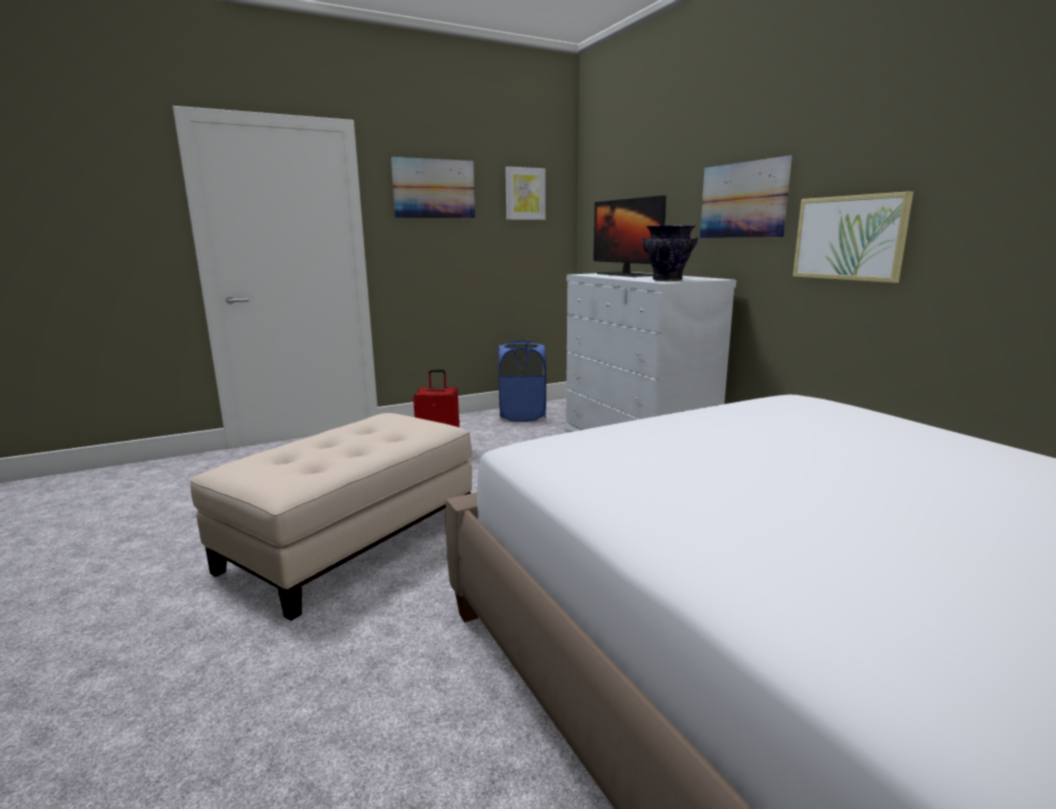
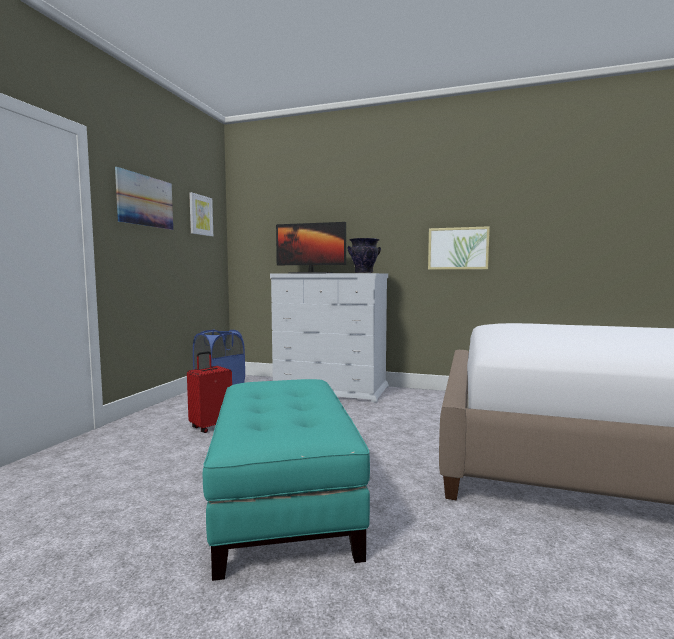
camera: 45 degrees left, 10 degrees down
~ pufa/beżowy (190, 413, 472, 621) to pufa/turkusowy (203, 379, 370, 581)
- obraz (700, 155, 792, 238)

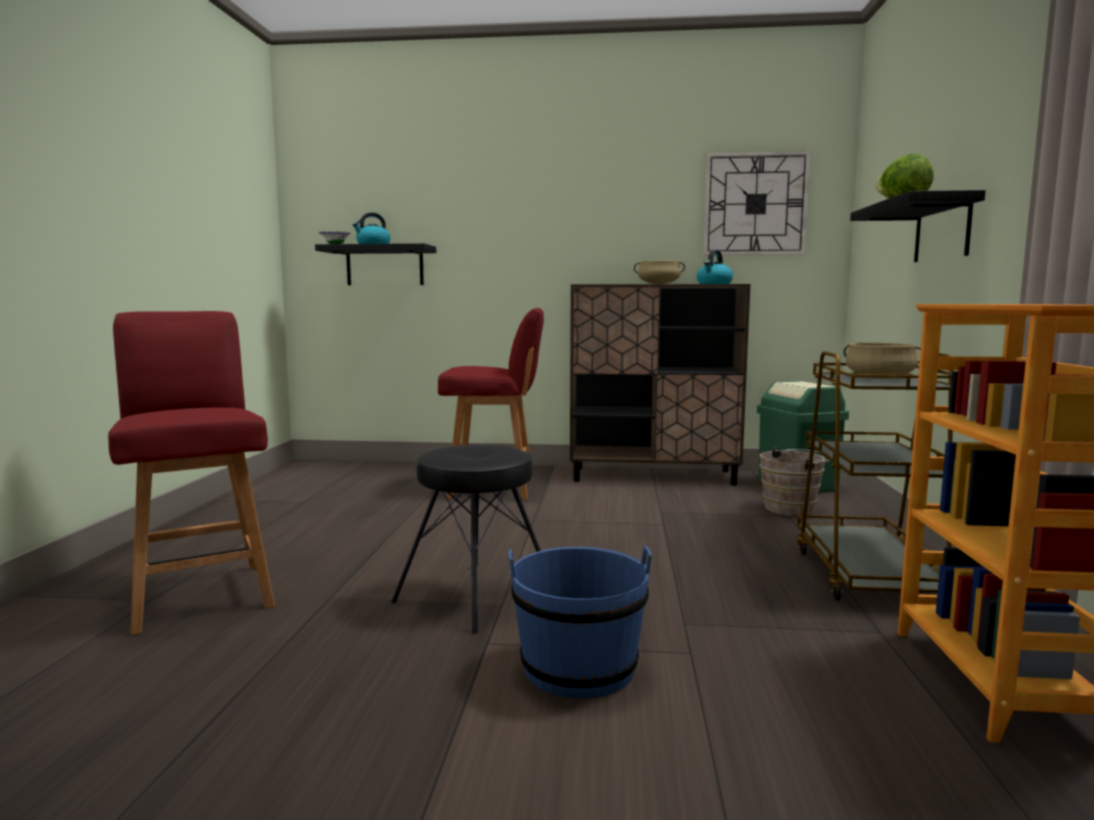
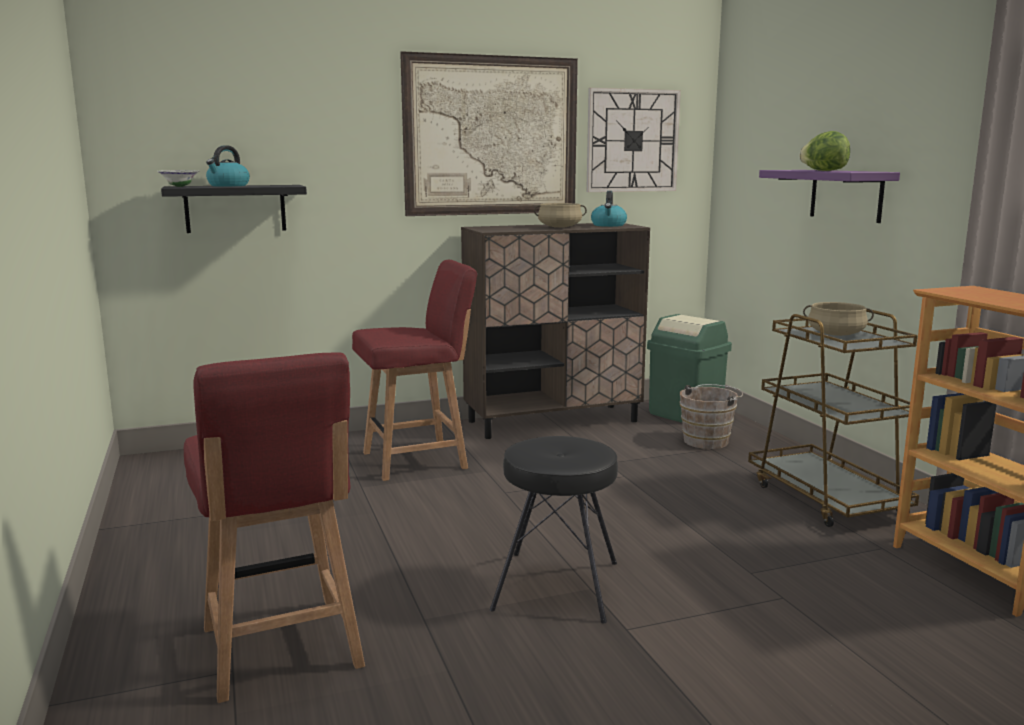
camera: 25 degrees left, 5 degrees up
~ krzesło/czerwony (108, 311, 275, 635) = (184, 353, 365, 703) 150 degrees counterclockwise
+ obraz (400, 51, 578, 216)
~ półka/czarny (850, 190, 986, 262) to półka/fioletowy (759, 170, 900, 223)
- wiadro/niebieski (509, 546, 652, 698)

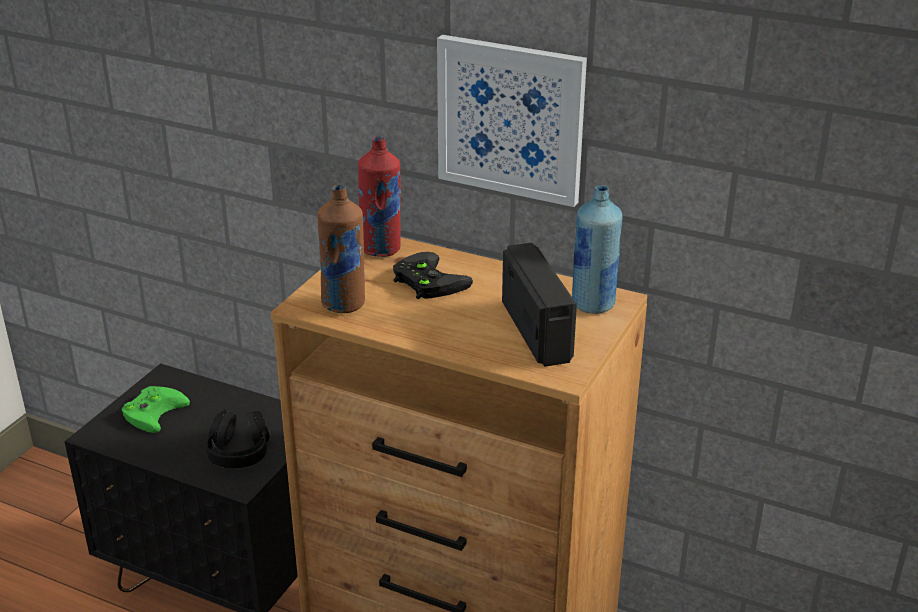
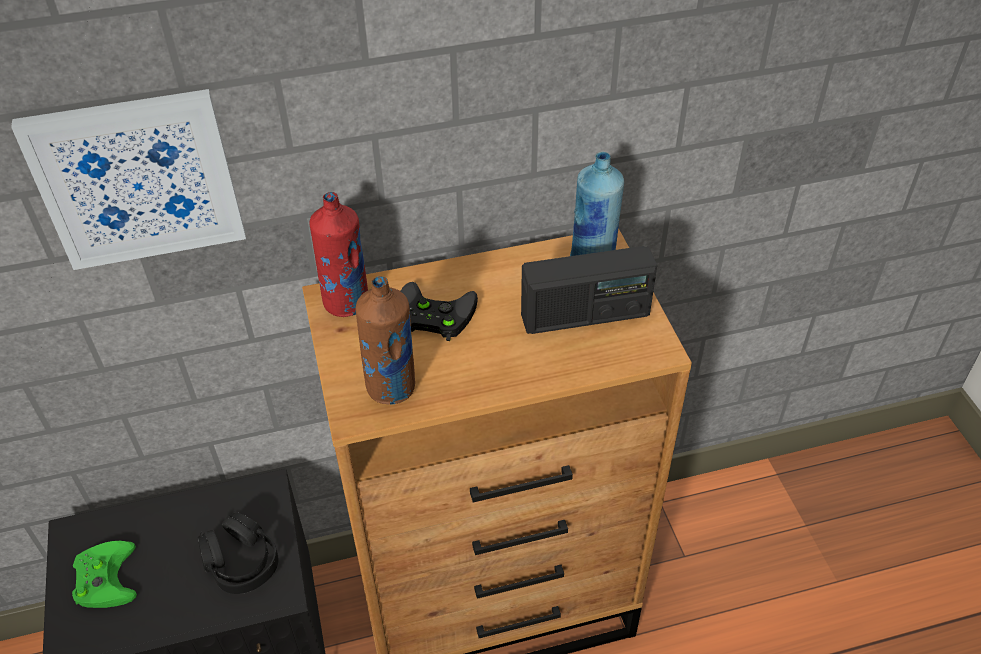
camera: 40 degrees left, 15 degrees up
~ obraz (437, 35, 587, 207) to (11, 89, 246, 270)
~ radio (502, 243, 577, 367) = (521, 246, 657, 334) 135 degrees clockwise

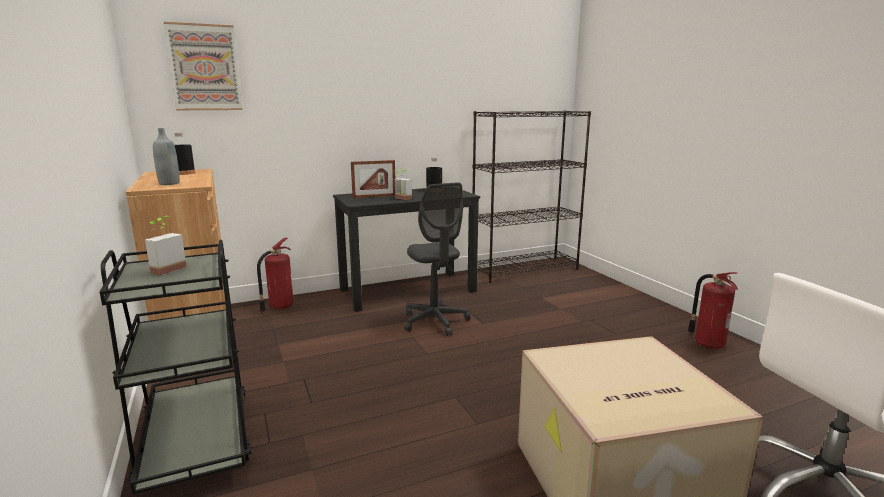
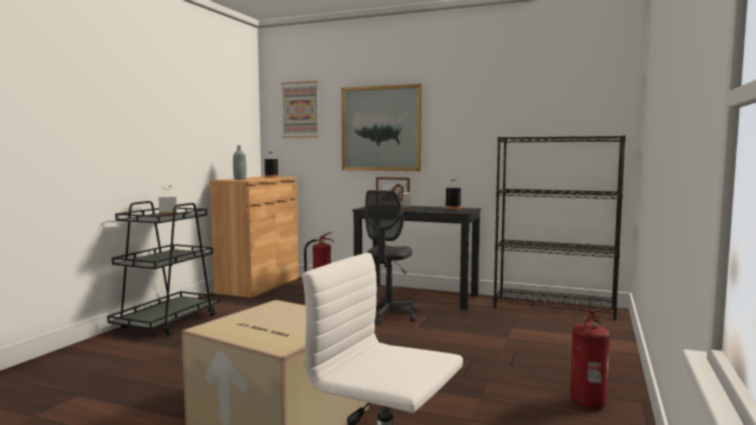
camera: 45 degrees right, 10 degrees down
+ obraz (341, 84, 422, 171)

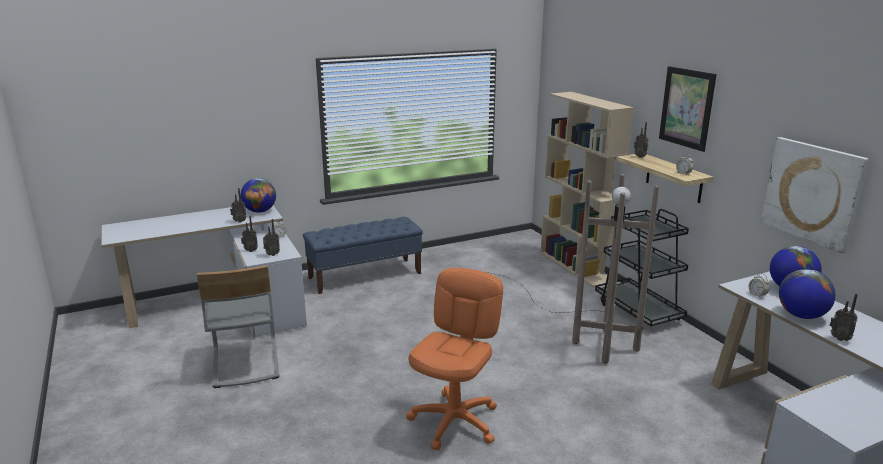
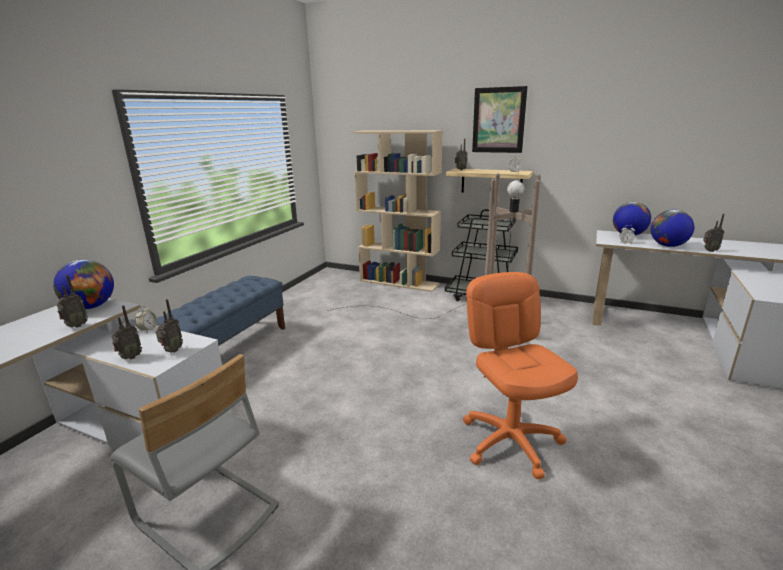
camera: 40 degrees left, 0 degrees up
- obraz (761, 137, 868, 253)

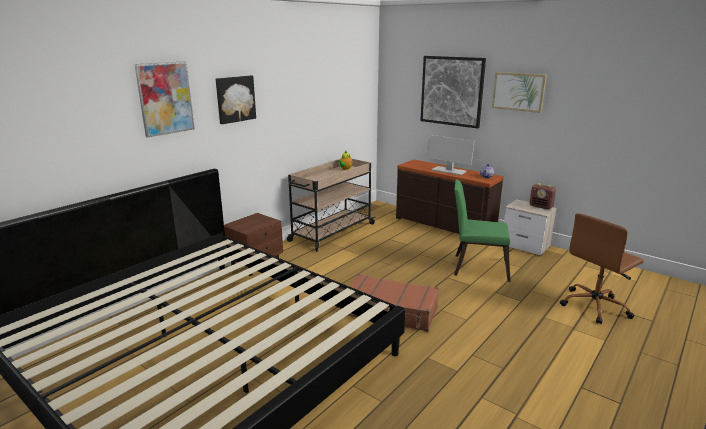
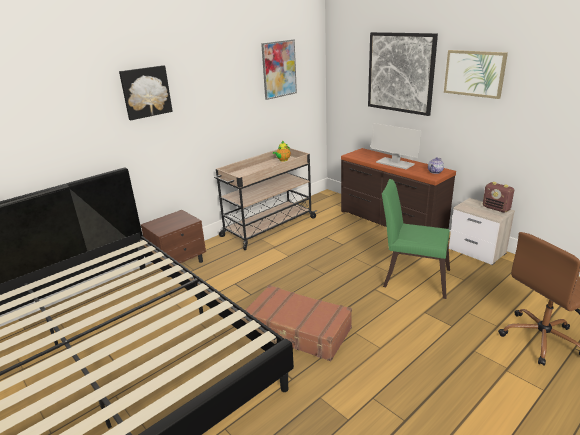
camera: 10 degrees right, 5 degrees up
~ obraz (134, 61, 195, 138) to (261, 39, 297, 100)

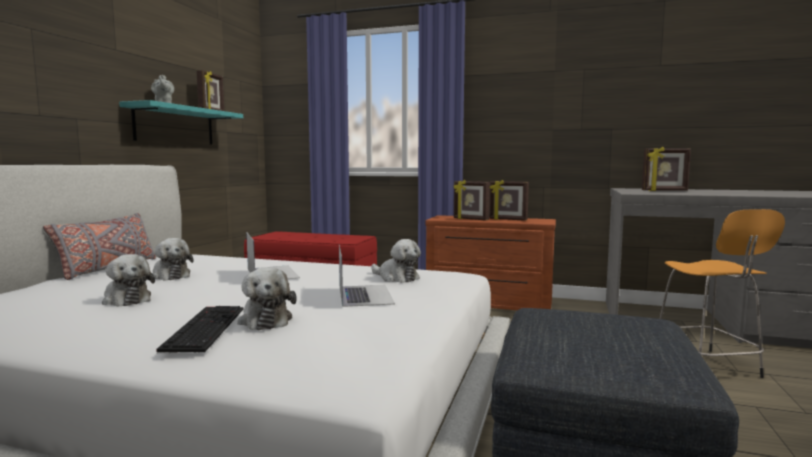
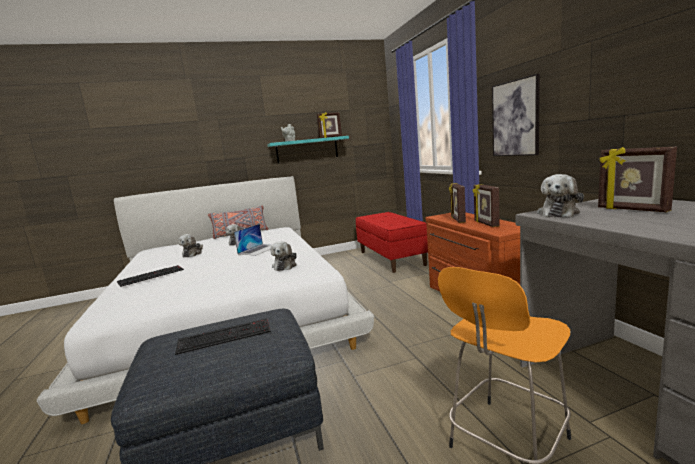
camera: 55 degrees right, 5 degrees up
+ klawiatura (175, 318, 271, 355)
+ obraz (492, 74, 540, 156)
~ pluszak (237, 267, 297, 330) to (537, 174, 584, 217)
- laptop (339, 245, 395, 307)

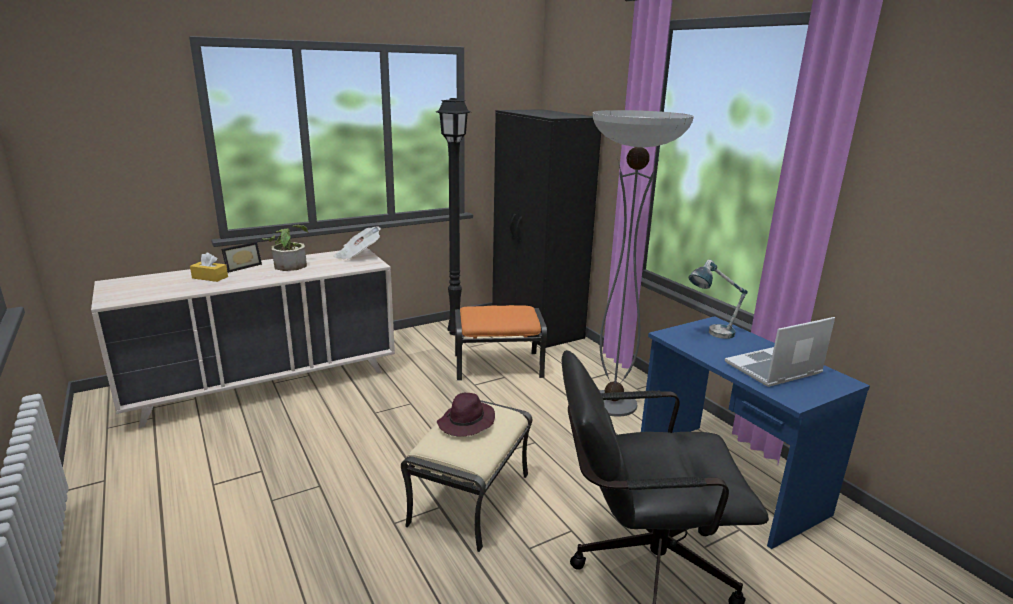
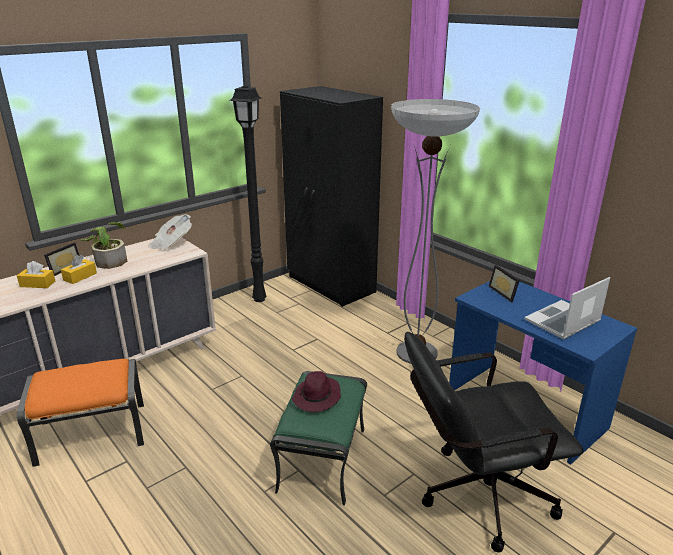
camera: 10 degrees left, 5 degrees up
~ pufa/pomarańczowy (455, 305, 547, 381) to (17, 359, 144, 467)
+ pudełko chusteczek/żółty (61, 255, 97, 284)
~ pufa/beżowy (401, 400, 532, 552) to pufa/zielony (270, 371, 367, 506)
~ lampa stołowa (689, 260, 748, 339) to ramka na zdjęcie (489, 265, 520, 303)

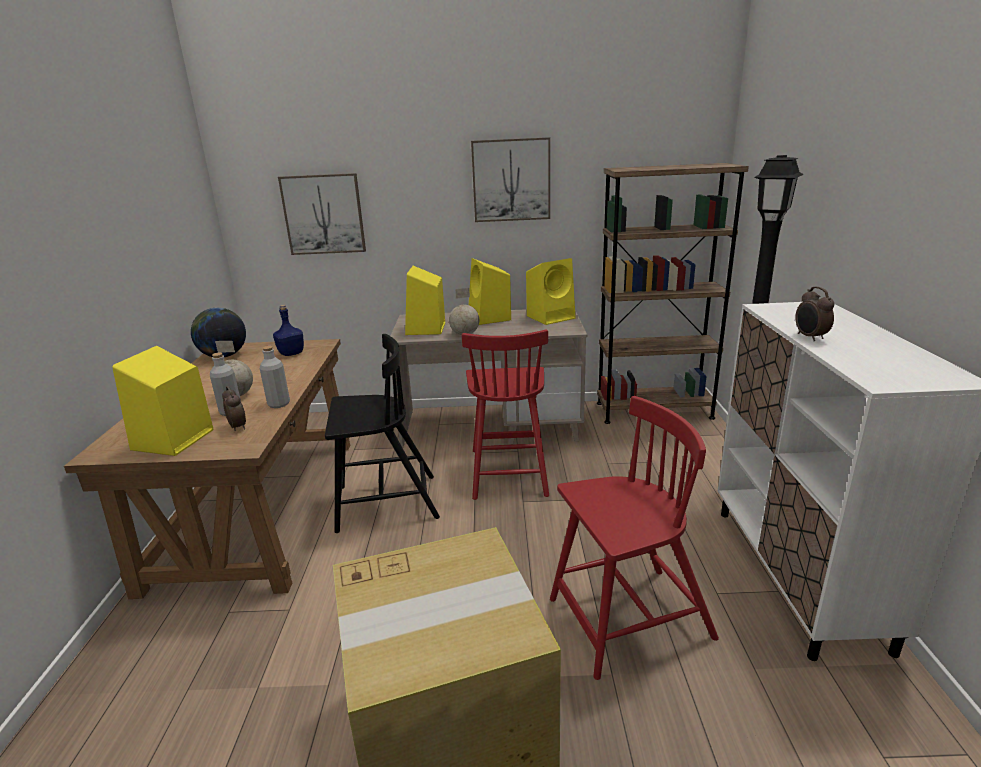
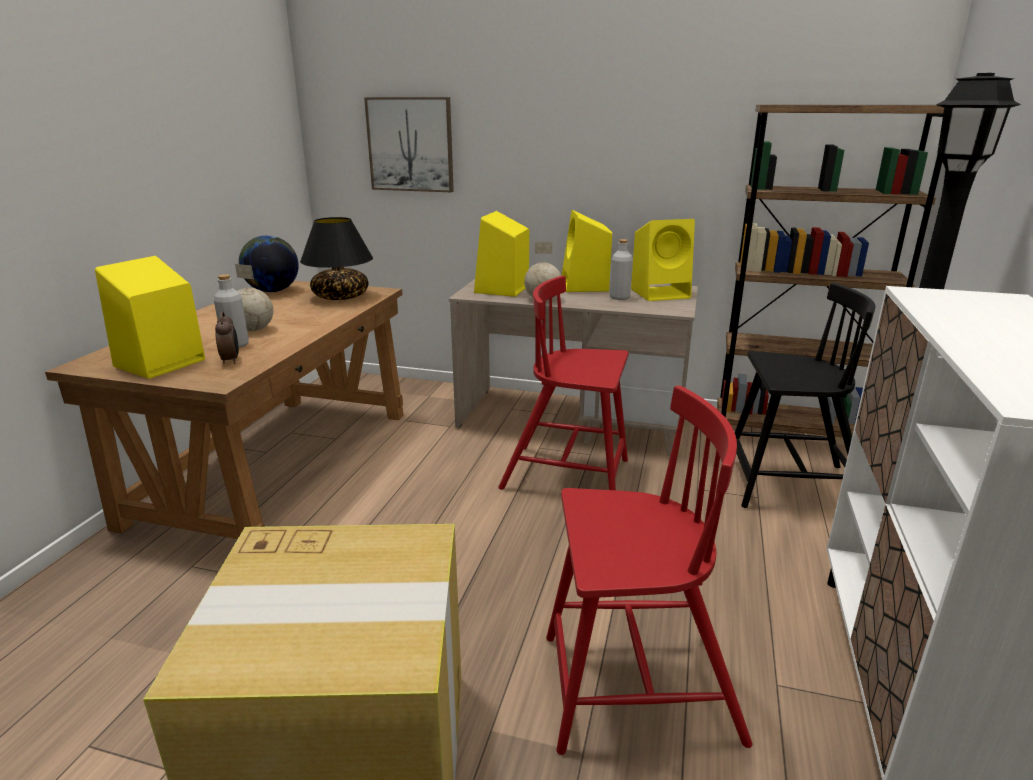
camera: 15 degrees right, 0 degrees up
~ butelka/niebieski (273, 305, 304, 356) to lampa stołowa/czarny (300, 217, 373, 300)
~ krzesło/czerwony (462, 329, 549, 500) = (498, 276, 629, 490) 90 degrees clockwise
~ butelka/szary (260, 346, 290, 408) to (610, 239, 633, 300)
~ krzesło/czarny (325, 334, 440, 533) to (735, 282, 875, 508)
- obraz (471, 137, 550, 222)
- budzik (795, 286, 834, 341)

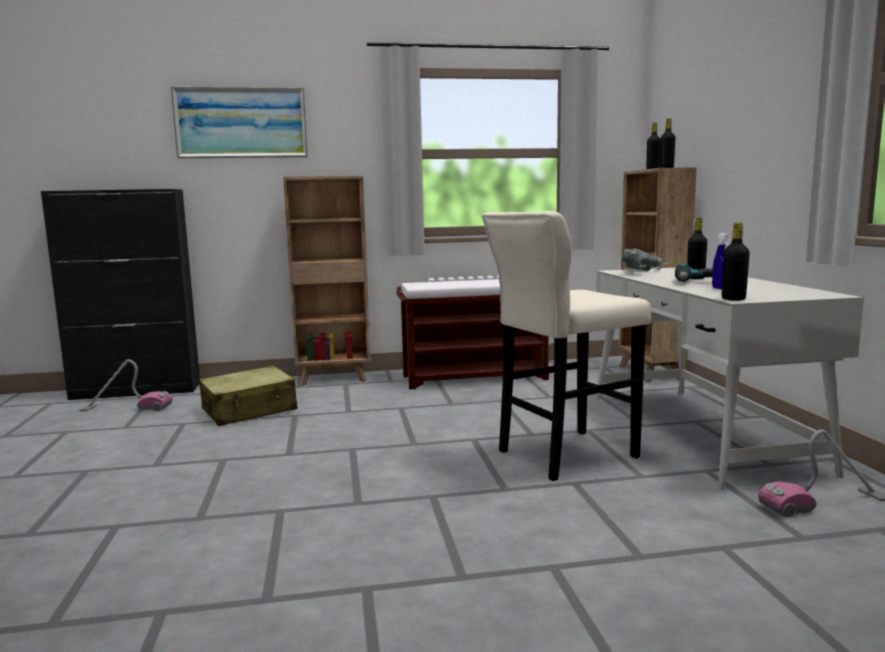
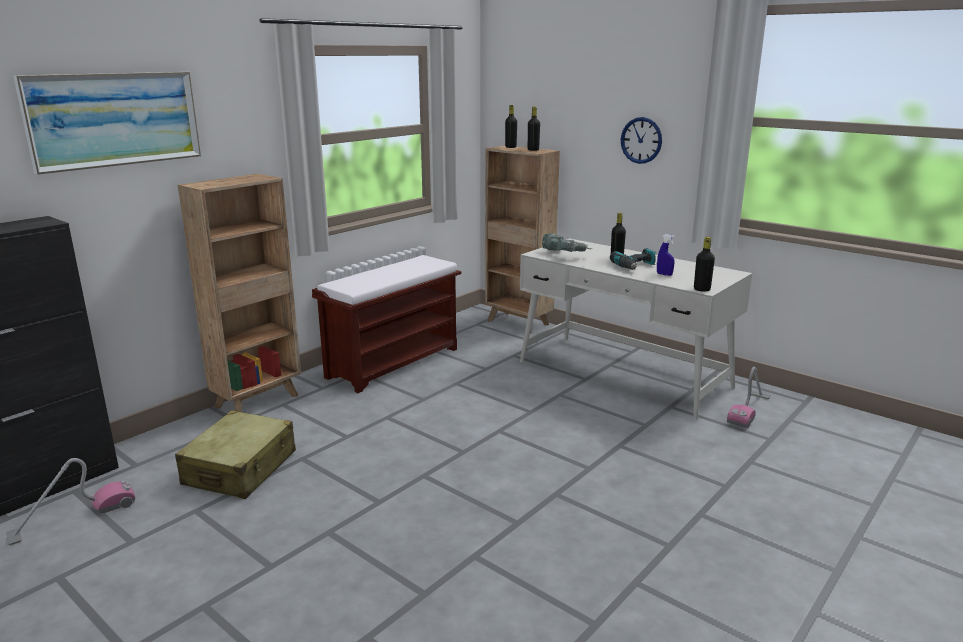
camera: 40 degrees left, 10 degrees up
+ zegar ścienny (621, 117, 662, 164)
- stołek/beżowy (482, 211, 651, 481)

